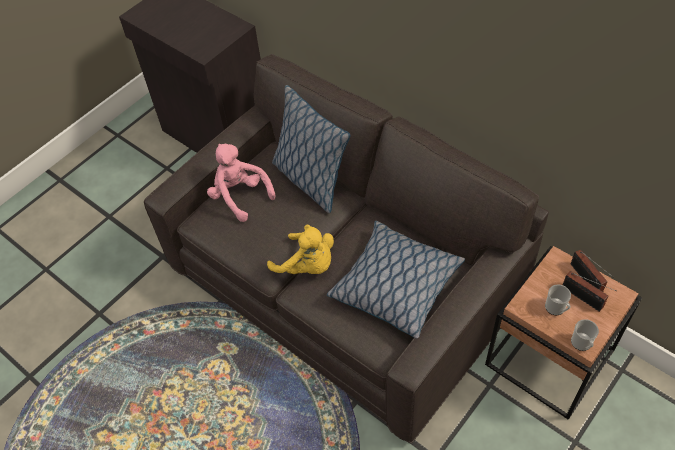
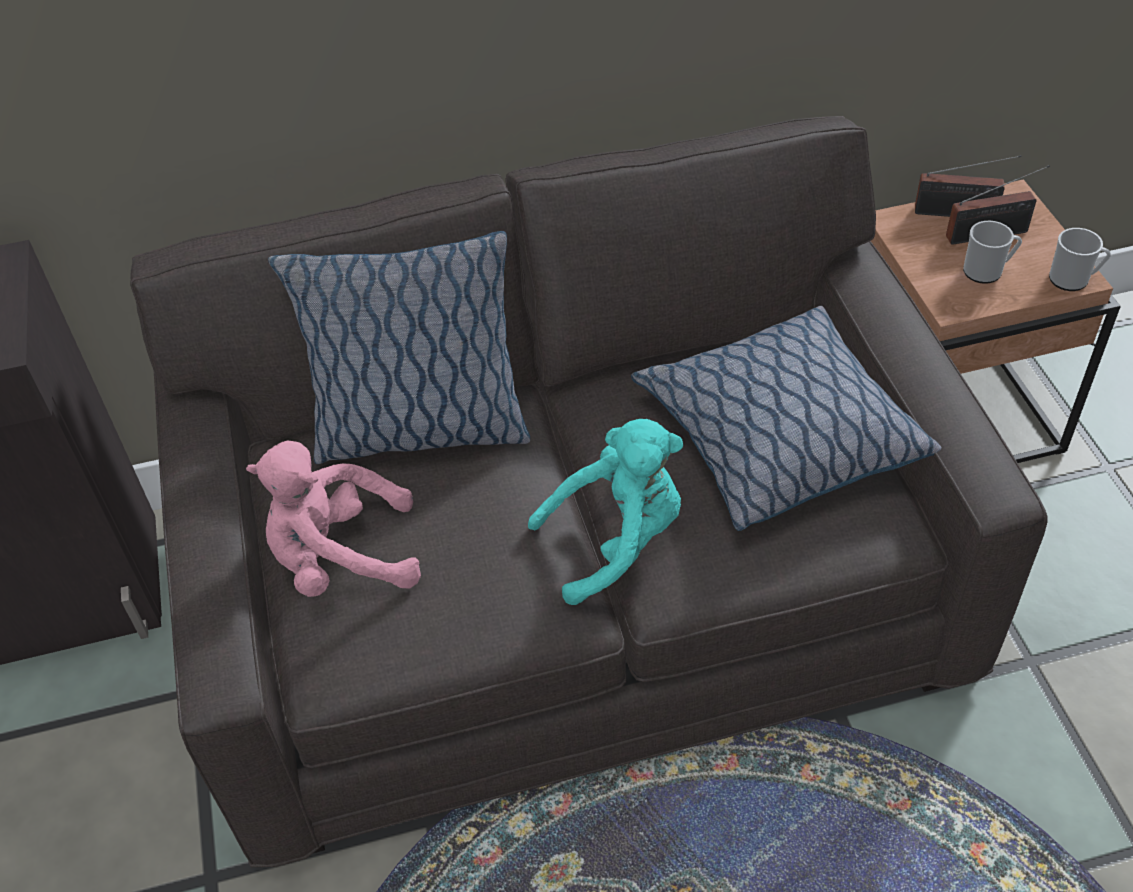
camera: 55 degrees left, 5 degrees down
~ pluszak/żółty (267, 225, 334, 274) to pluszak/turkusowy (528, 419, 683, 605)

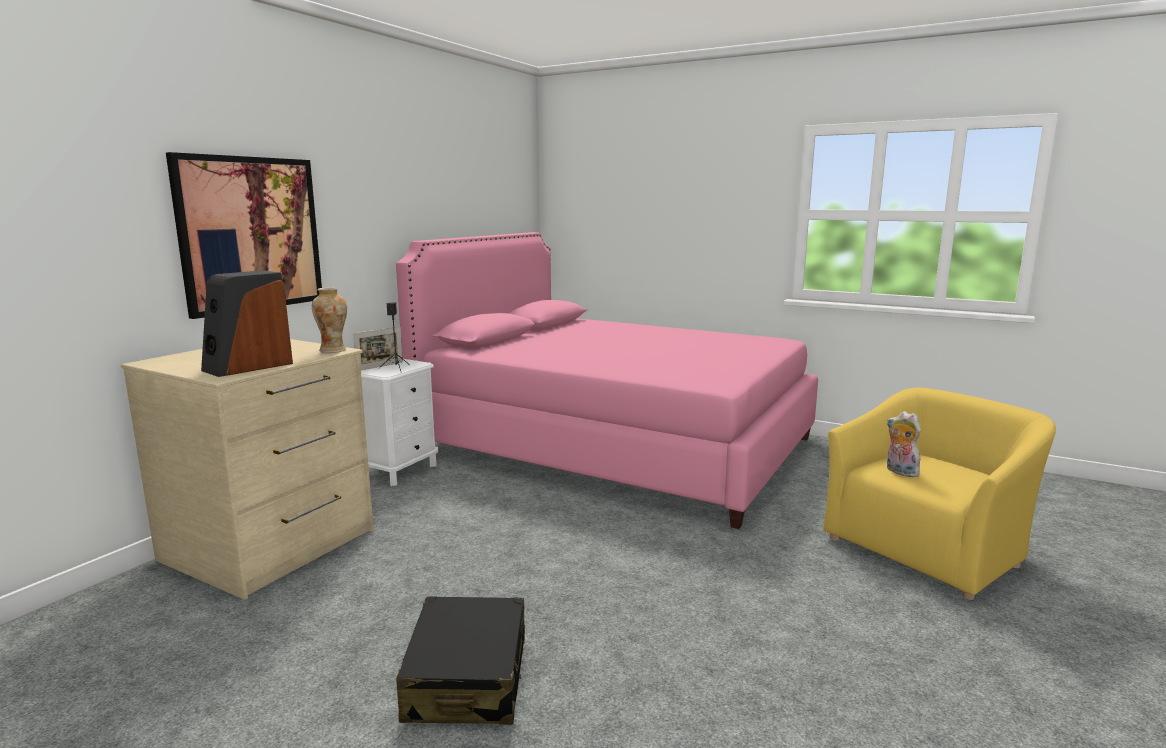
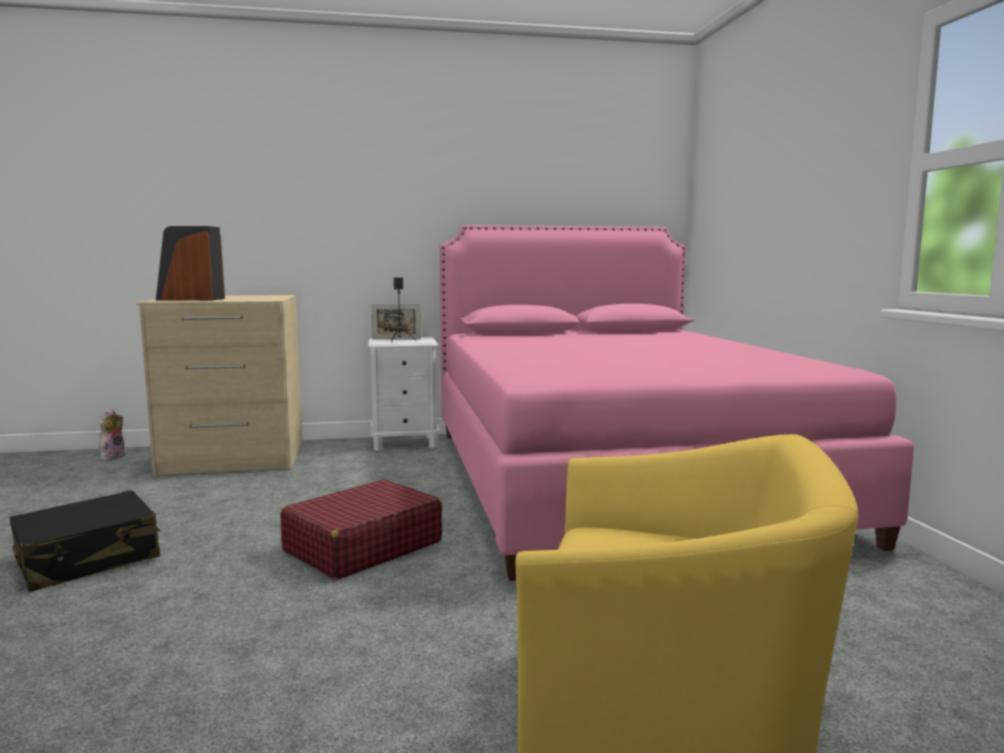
camera: 50 degrees right, 5 degrees down
~ pluszak (887, 411, 921, 477) to (99, 409, 125, 461)
+ walizka/czerwony (280, 479, 442, 580)
- obraz (166, 152, 322, 319)
- wazon (312, 287, 347, 353)

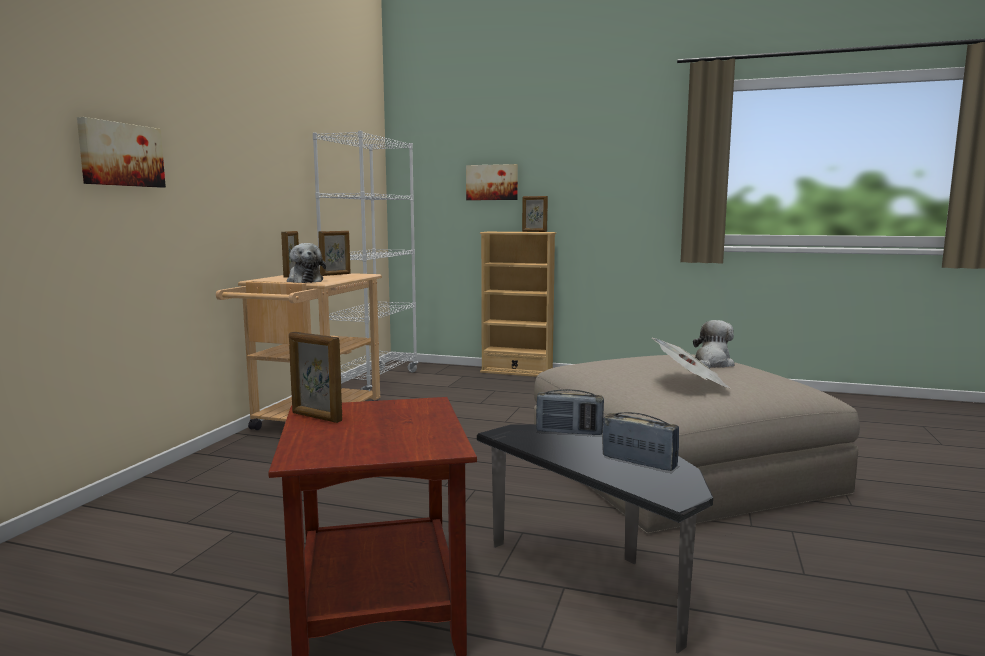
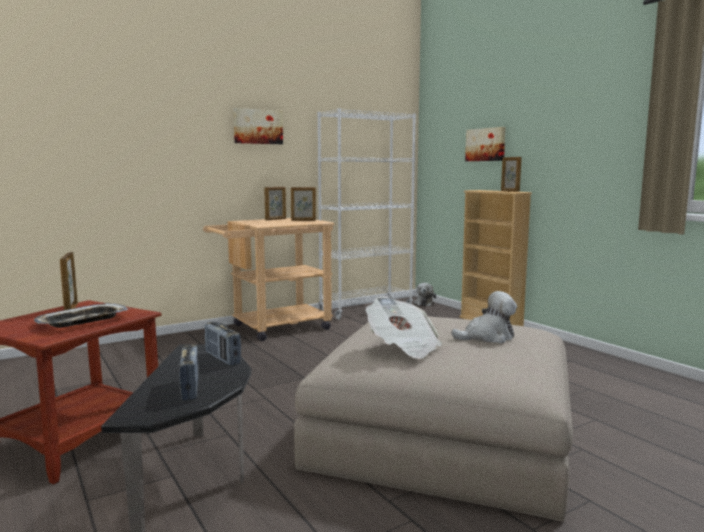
camera: 40 degrees right, 0 degrees up
+ taca (34, 303, 128, 328)
~ obraz (77, 117, 166, 187) to (233, 108, 283, 144)
~ pluszak (287, 243, 326, 283) to (414, 283, 436, 306)

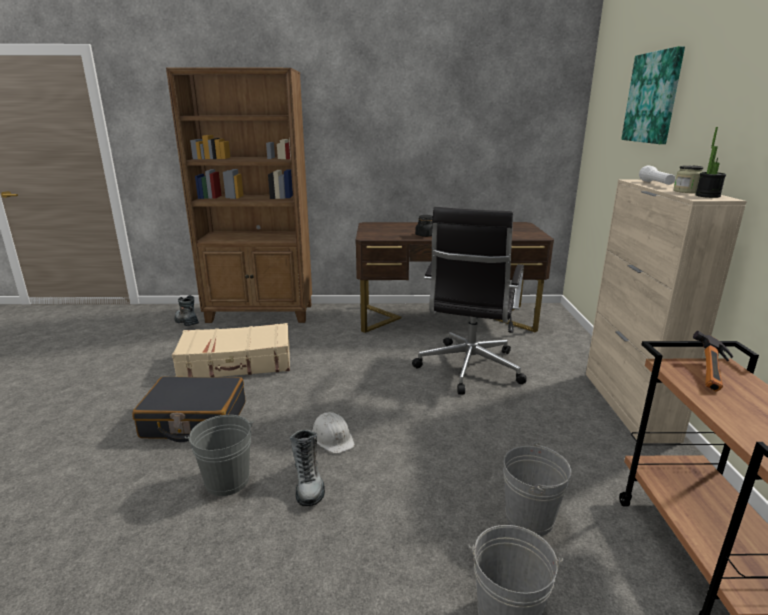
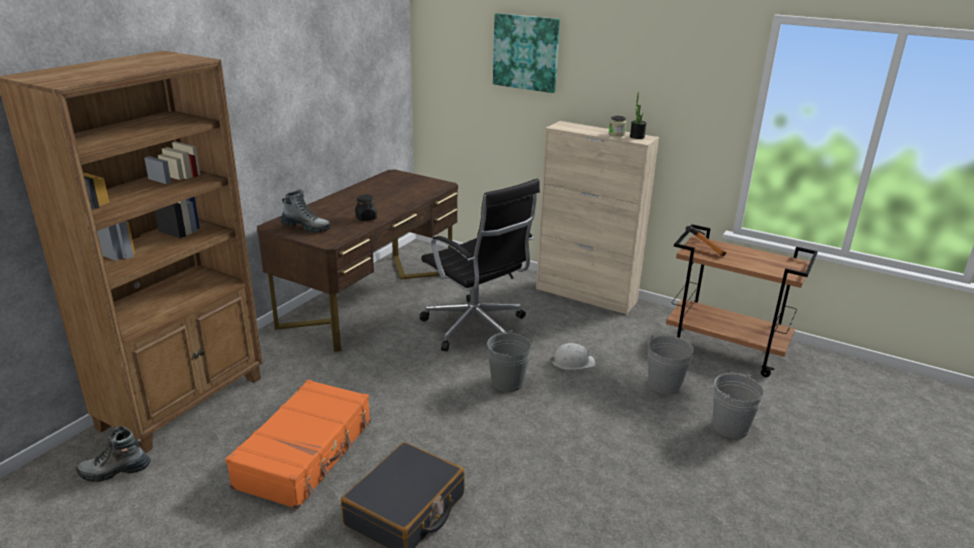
camera: 60 degrees left, 5 degrees up
~ walizka/beżowy (172, 323, 290, 377) to walizka/pomarańczowy (225, 379, 371, 509)
~ but z cholewką (290, 430, 325, 506) to (280, 189, 331, 233)
~ wiadro/szary (185, 415, 254, 496) to (487, 330, 531, 392)
~ kask/biały (312, 412, 355, 454) to (550, 343, 596, 370)
- latarka/biały (639, 165, 675, 185)

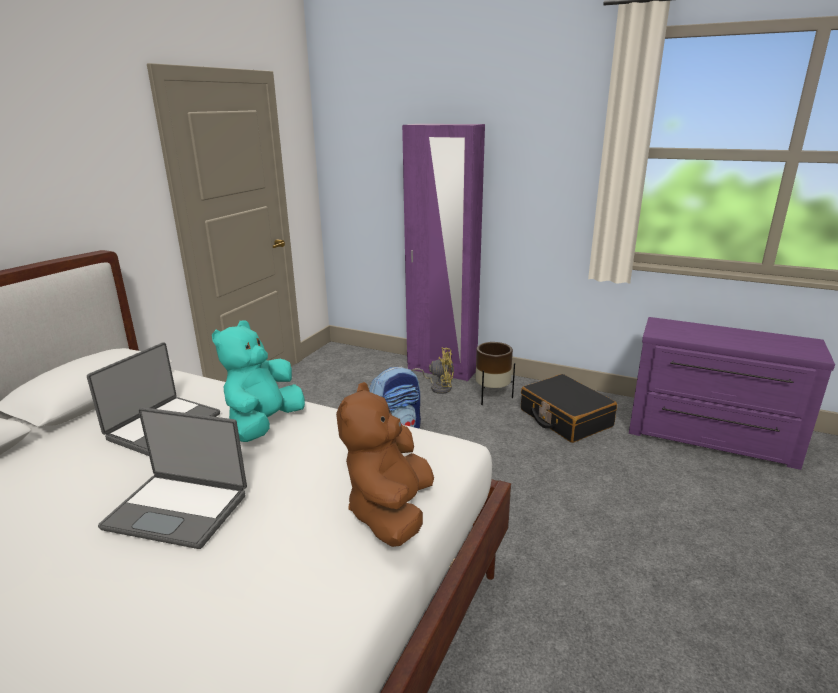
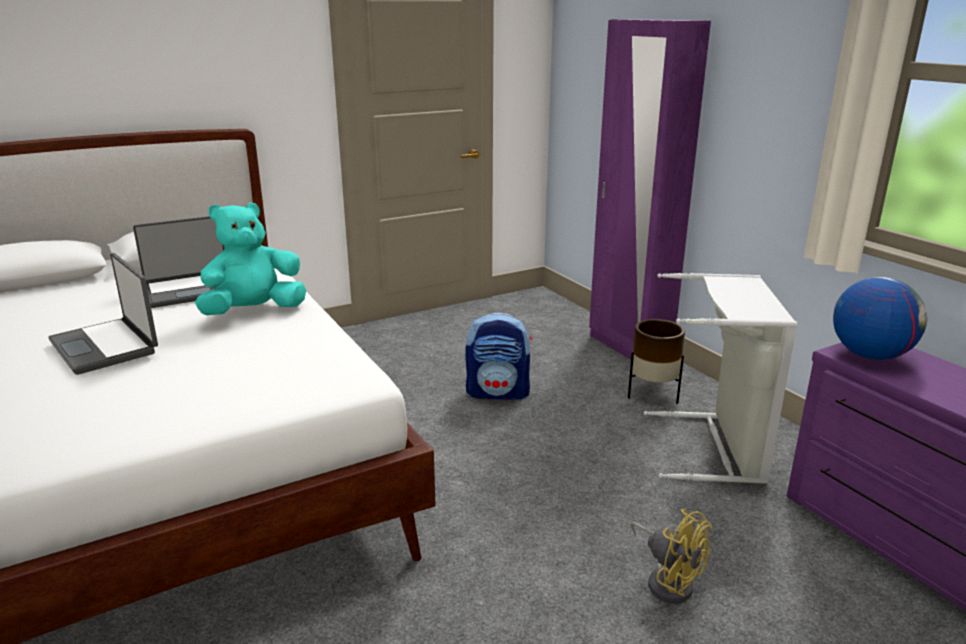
camera: 35 degrees right, 0 degrees up
~ wentylator/żółty (411, 347, 454, 394) to (630, 509, 712, 604)
~ walizka/czarny (521, 374, 617, 443) to kosz na pranie/szary (644, 273, 797, 484)
+ globus (833, 277, 927, 360)
- pluszak/brązowy (336, 382, 434, 547)

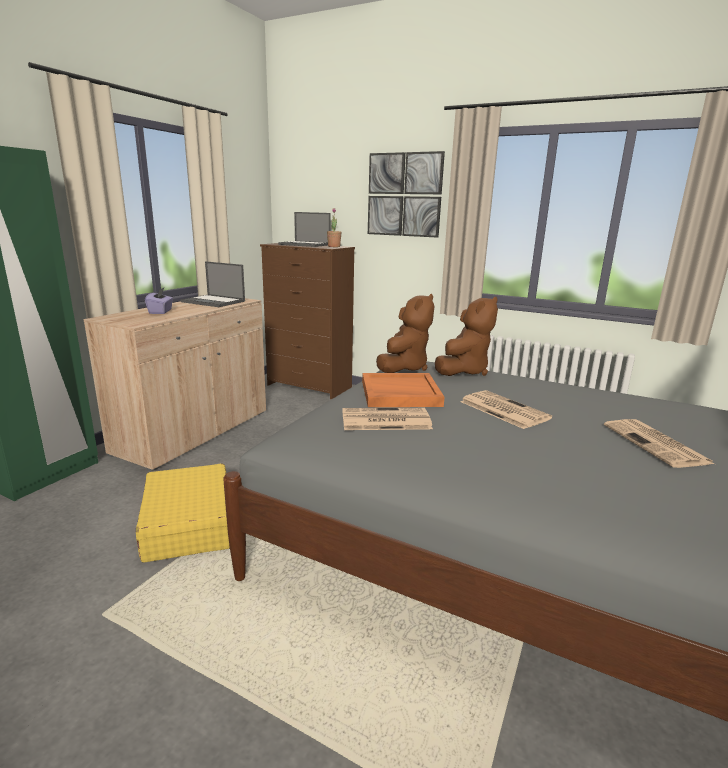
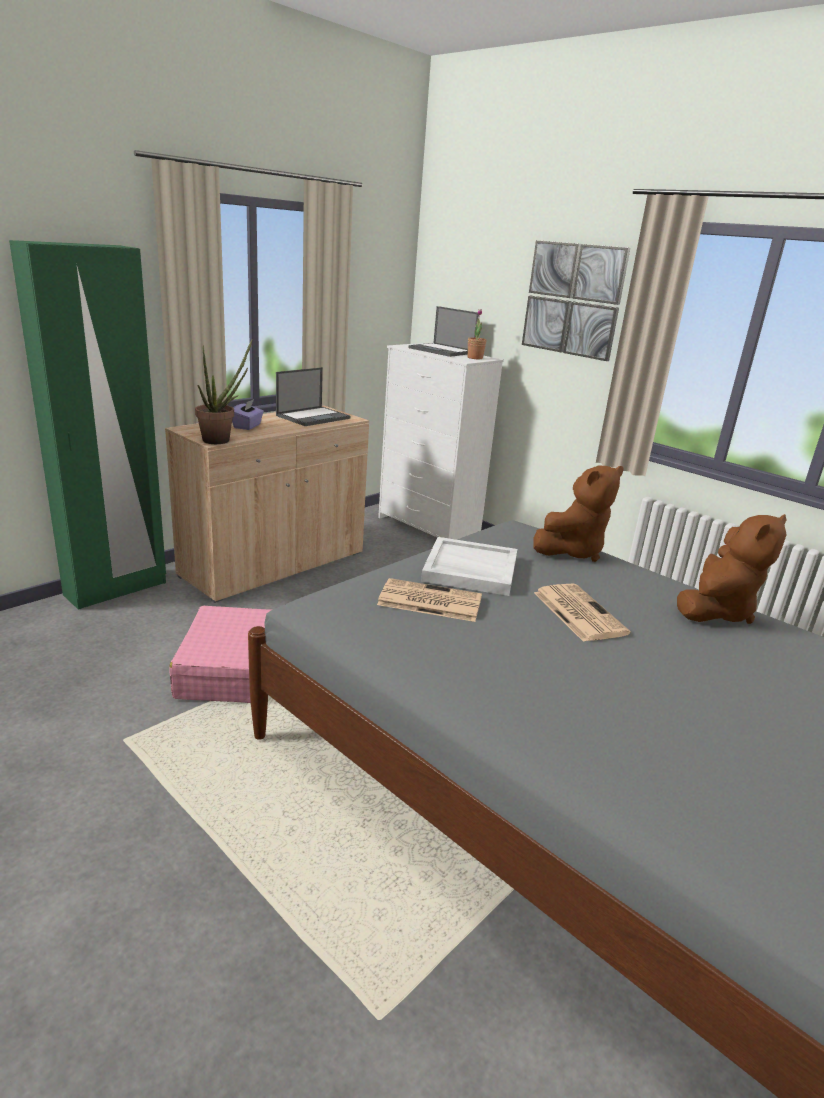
camera: 15 degrees right, 5 degrees up
~ walizka/żółty (136, 464, 230, 563) to walizka/różowy (169, 606, 271, 703)
+ roślina doniczkowa (195, 339, 253, 444)
~ laptop (181, 261, 245, 307) = (276, 367, 350, 426) 90 degrees counterclockwise
~ komoda/brązowy (260, 243, 355, 399) to komoda/biały (378, 343, 504, 540)
~ taca/pomarańczowy (362, 373, 444, 407) to taca/biały (421, 537, 517, 596)
~ pluszak/brązowy (376, 294, 435, 373) to (677, 514, 787, 624)
- gazeta (604, 419, 714, 468)

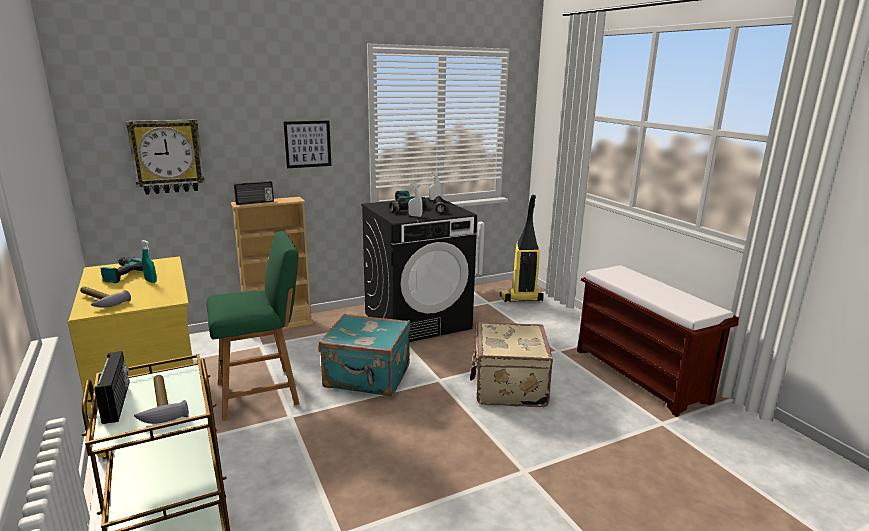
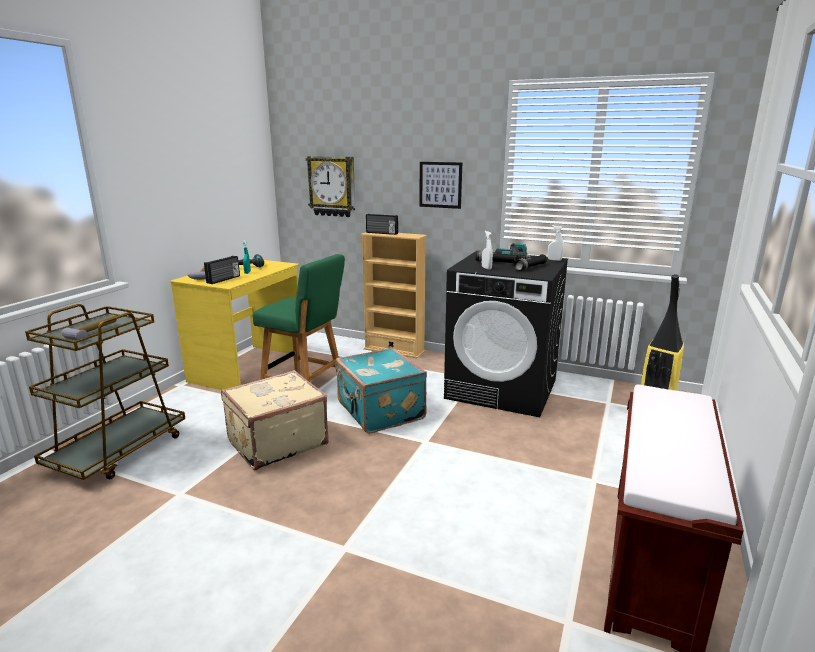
camera: 50 degrees right, 0 degrees up
~ radio (94, 351, 130, 424) to (204, 256, 240, 284)
~ walizka/beżowy (470, 322, 553, 407) to (221, 370, 329, 470)

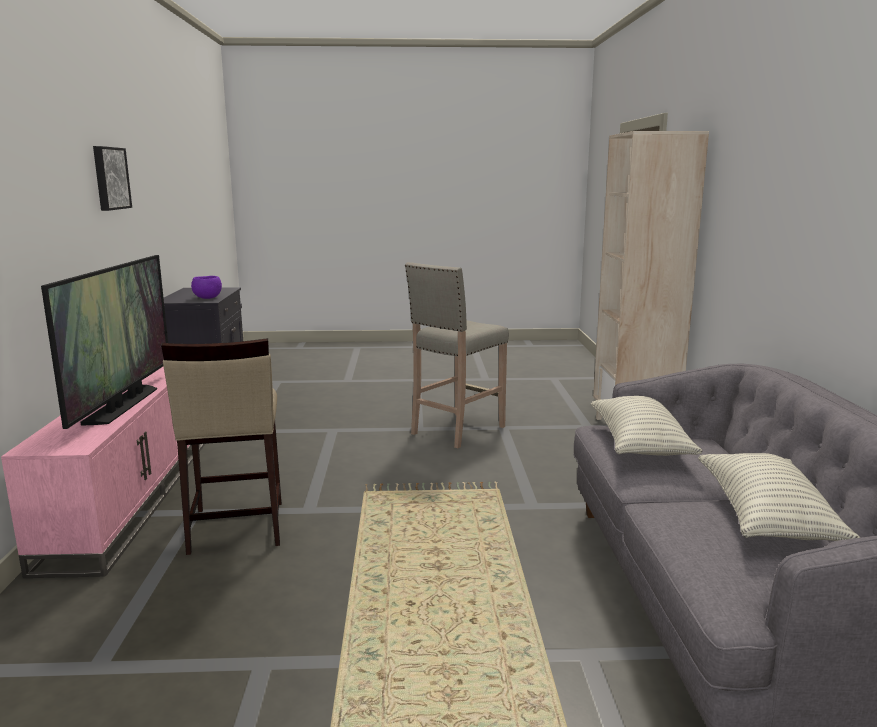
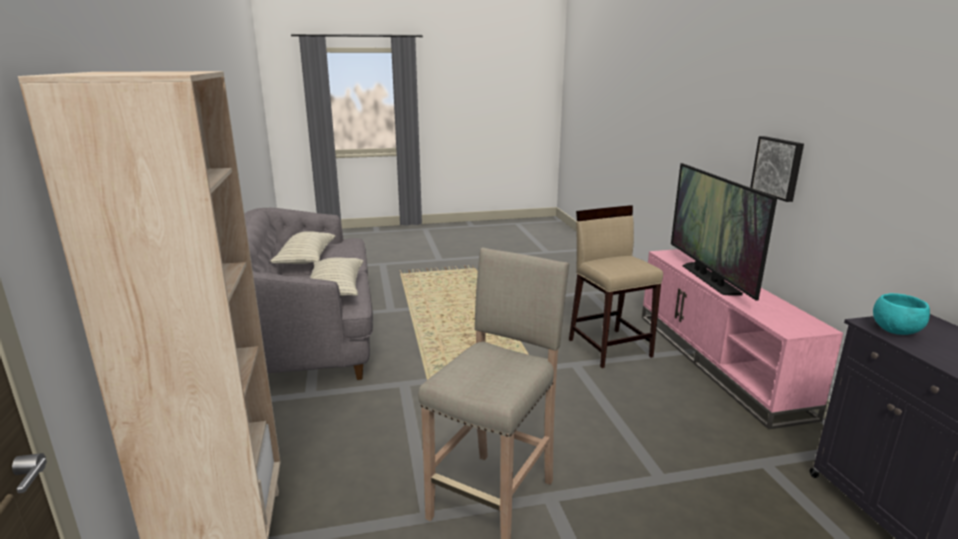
camera: 170 degrees right, 5 degrees up
~ obraz (93, 146, 132, 211) to (750, 136, 804, 202)
~ miska/fioletowy (191, 276, 222, 299) to miska/turkusowy (873, 293, 930, 335)

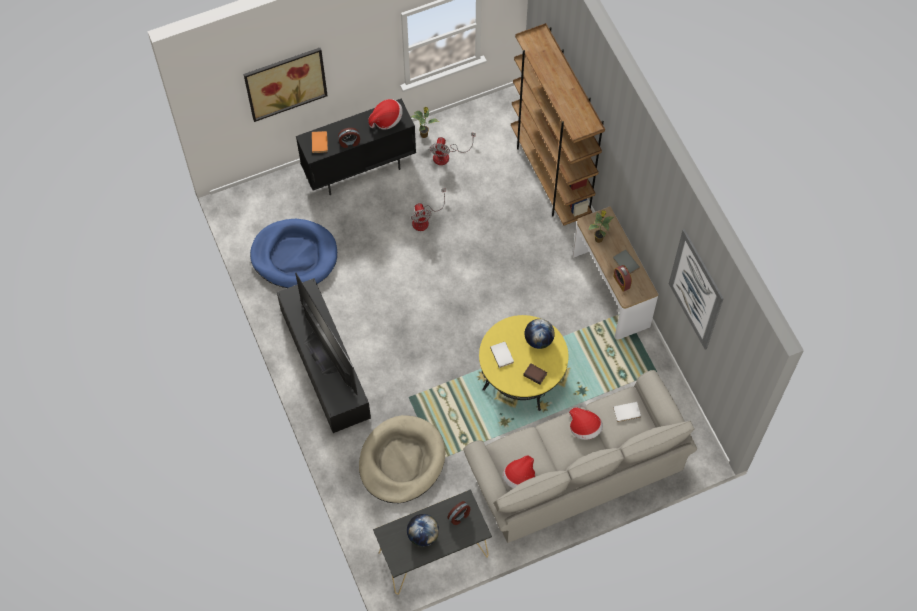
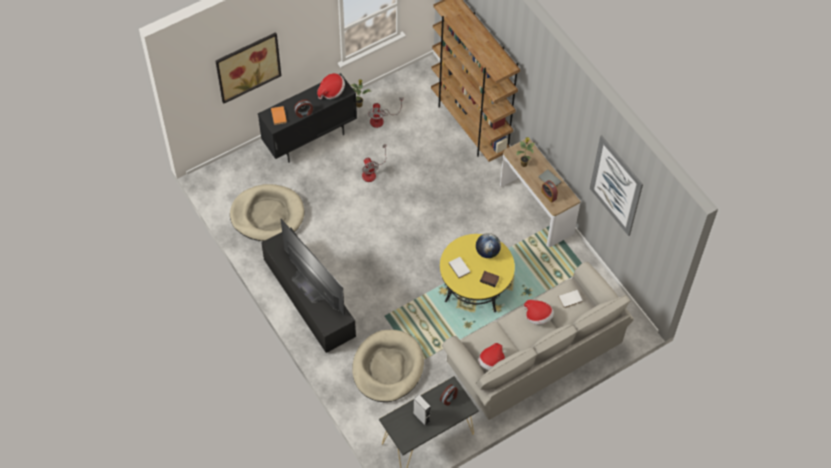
camera: 10 degrees left, 5 degrees down
~ legowisko/niebieski (250, 218, 337, 288) to legowisko/beżowy (230, 184, 304, 241)
~ globus (407, 514, 439, 547) to głośnik/szary (414, 395, 431, 426)

